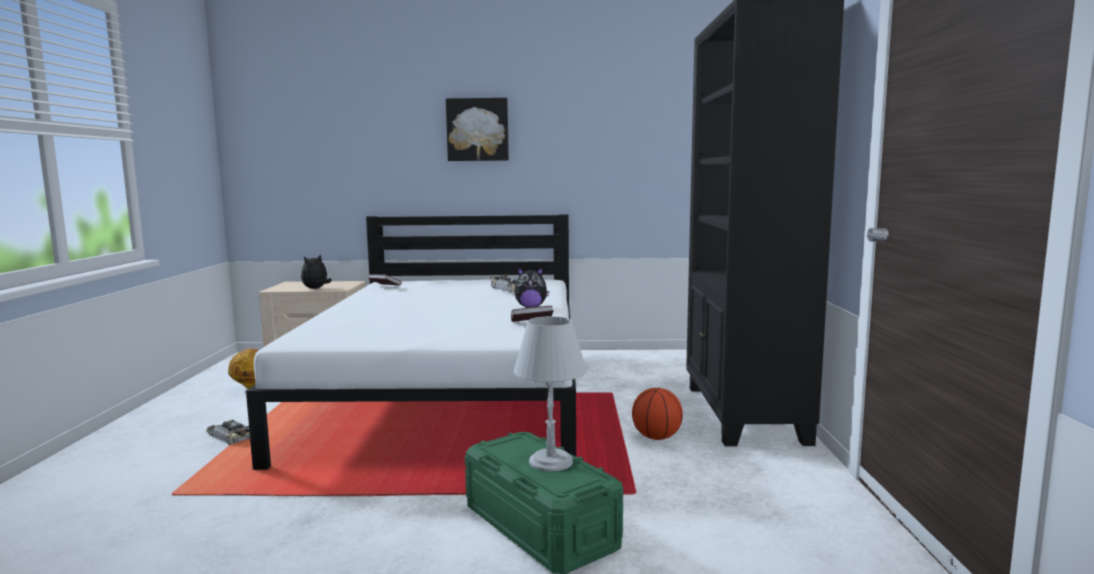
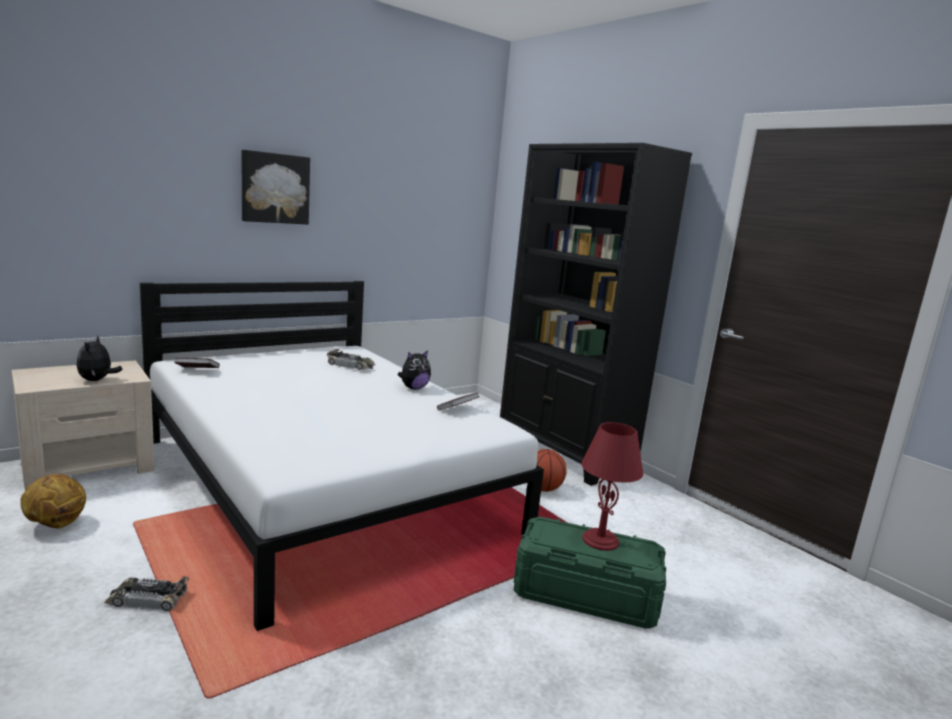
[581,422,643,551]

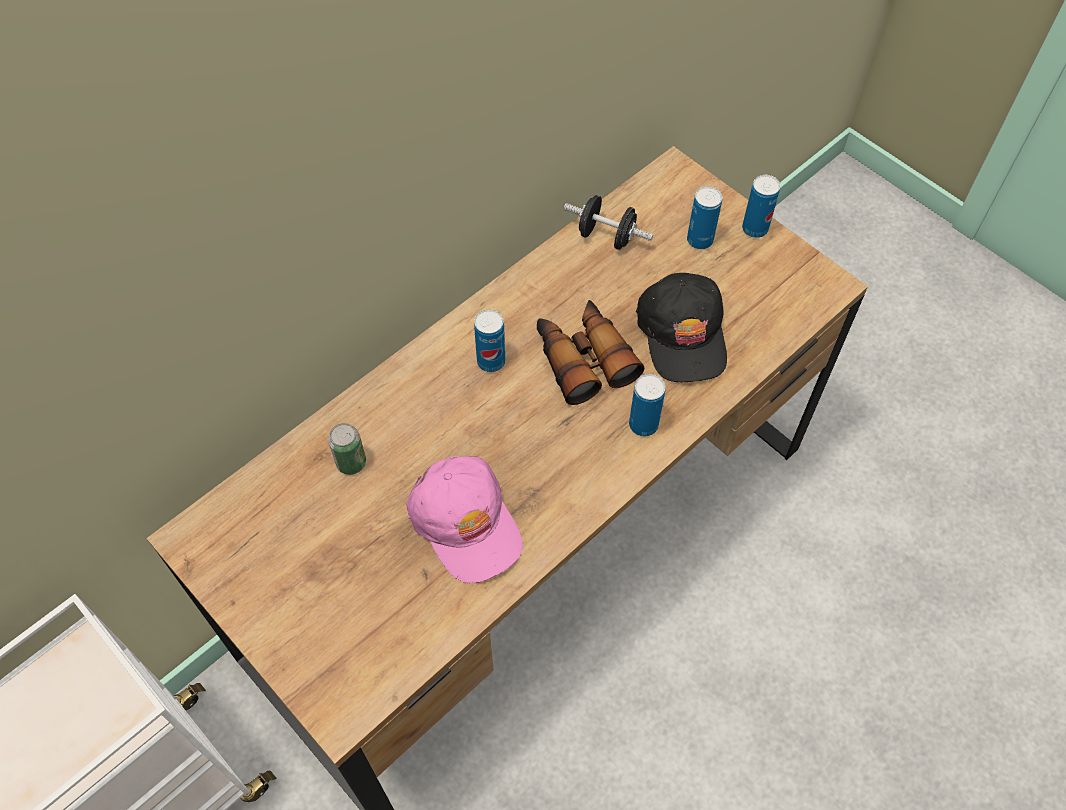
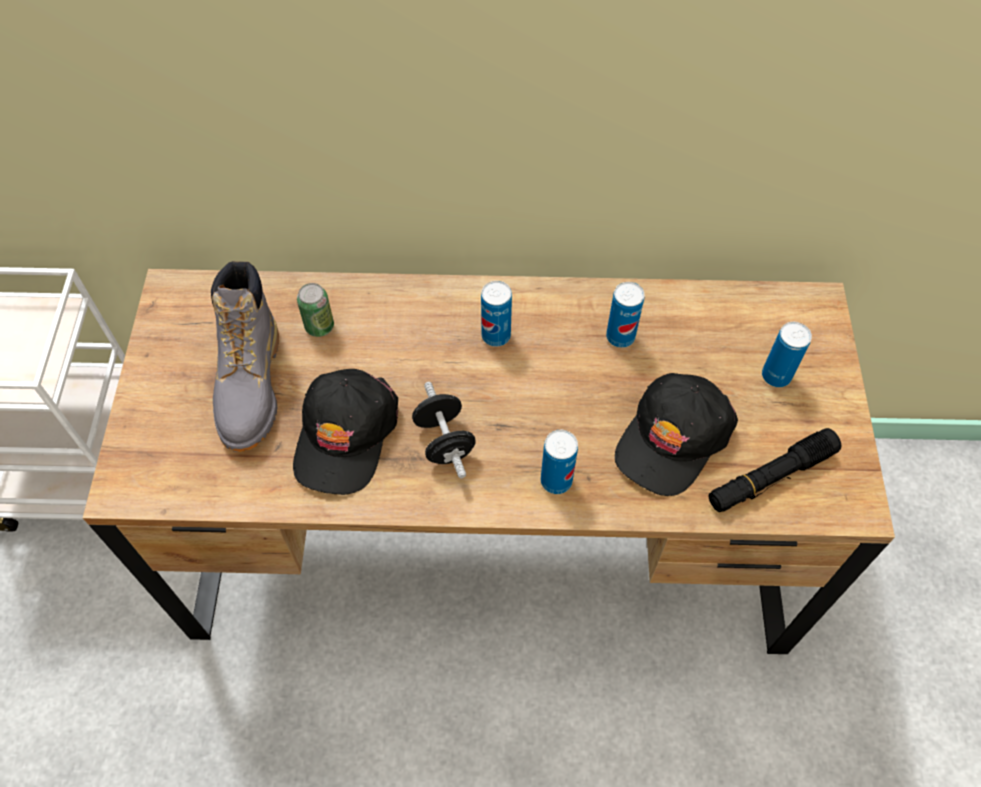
[211,261,279,452]
[293,369,398,495]
[412,382,476,478]
[606,282,644,348]
[708,428,842,512]
[537,300,644,405] (first image)

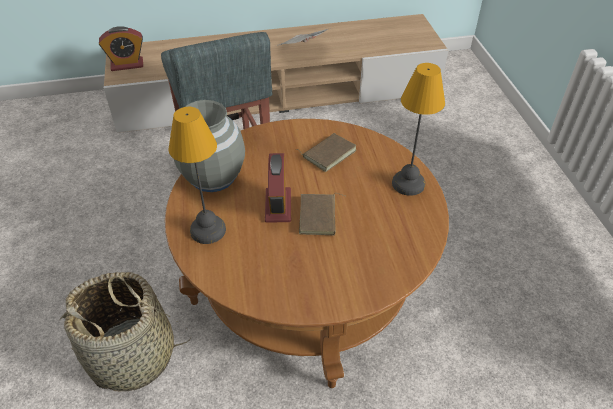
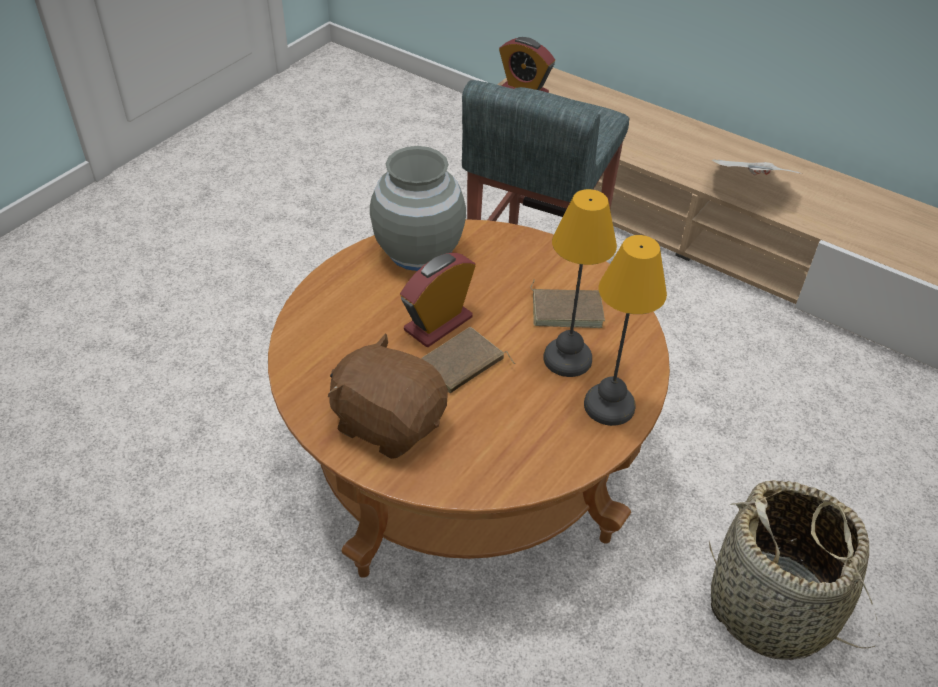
[328,333,448,459]
[543,189,617,377]
[709,480,877,660]

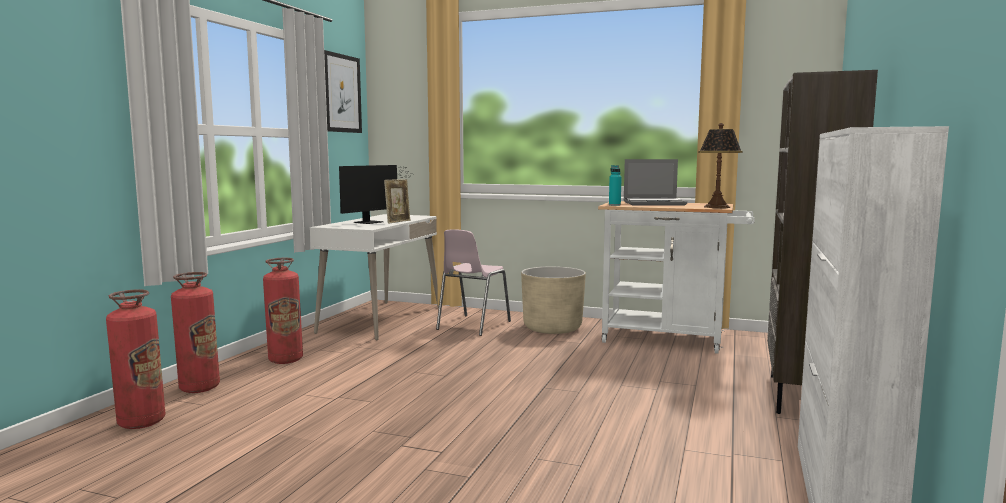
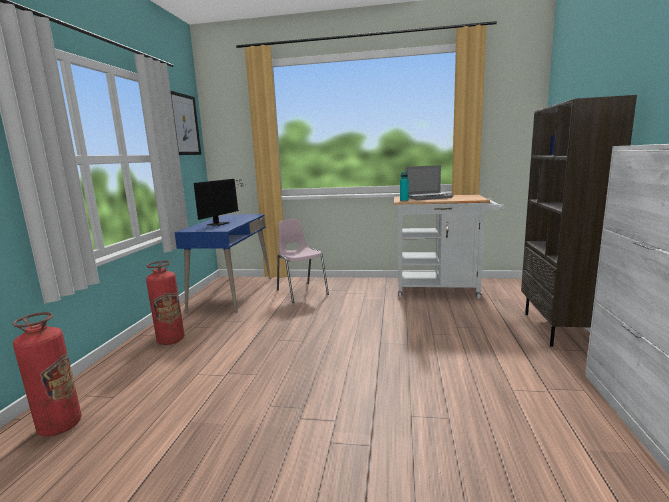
[174,214,272,313]
[277,219,329,303]
[171,272,220,393] (first image)
[384,179,410,224] (first image)
[521,266,586,334] (first image)
[698,123,743,208] (first image)

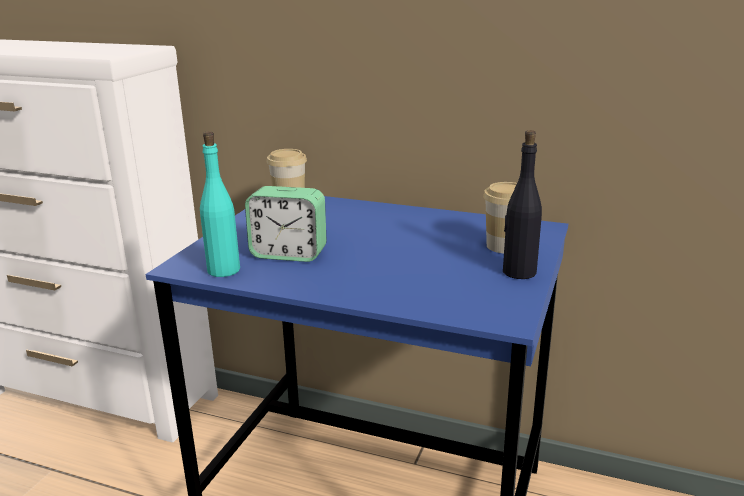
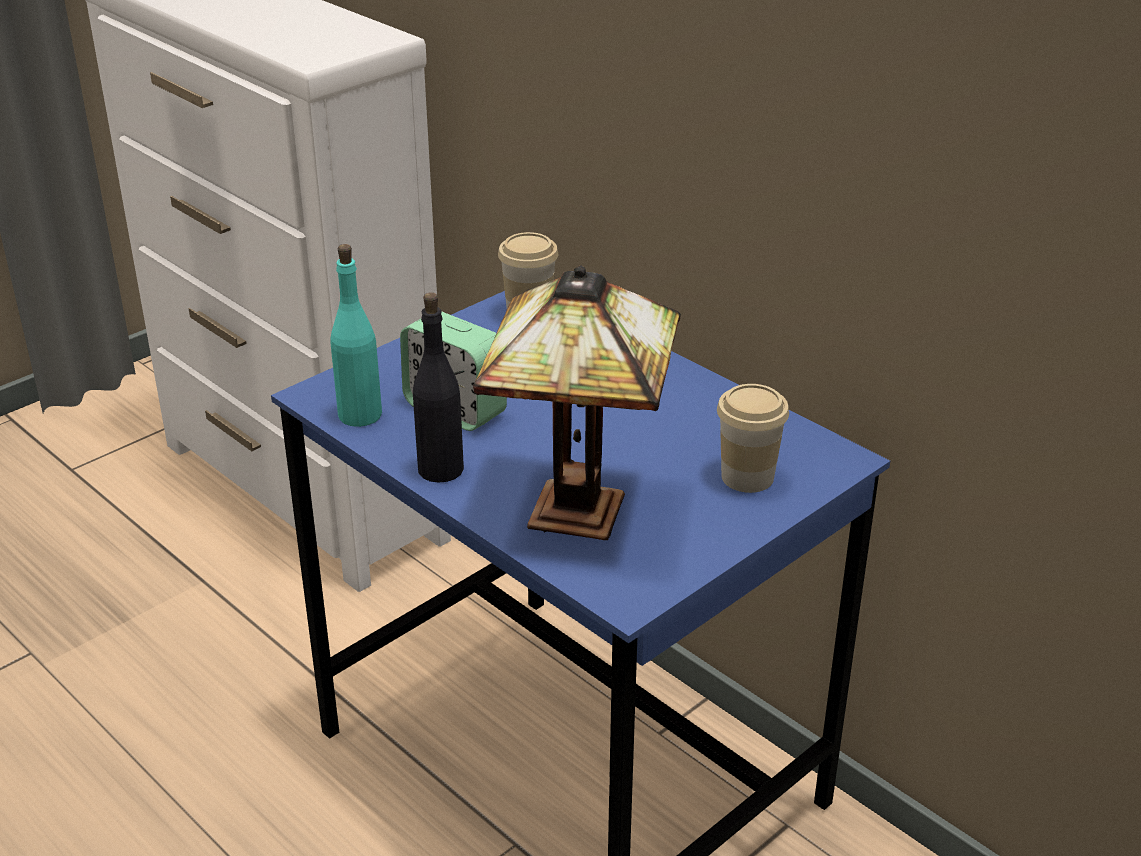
[413,292,464,483]
[473,265,681,540]

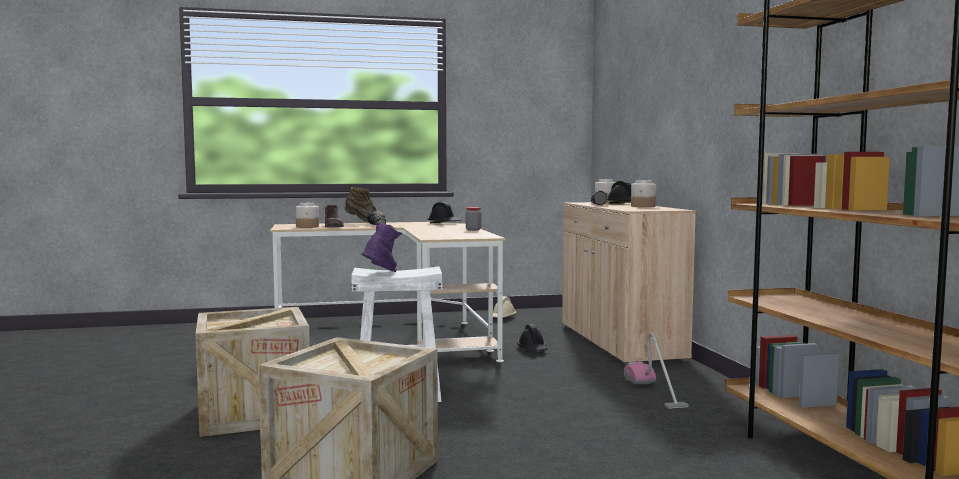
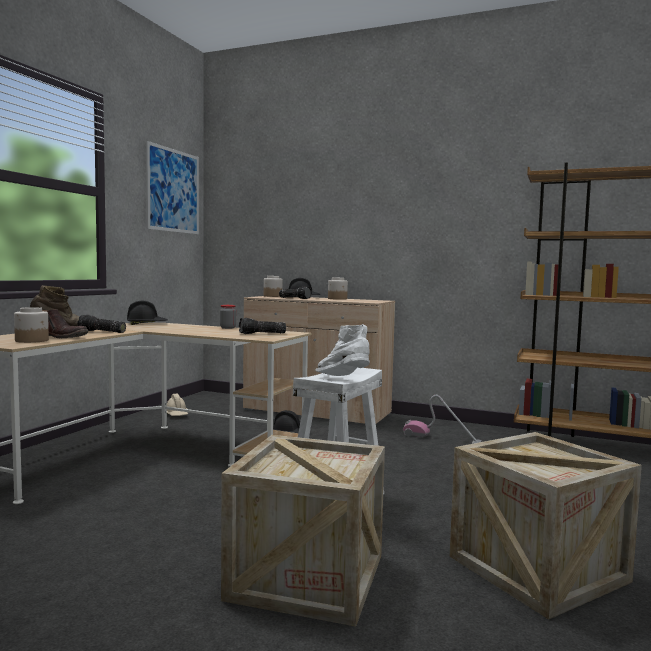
[146,141,199,234]
[239,318,286,334]
[315,324,370,376]

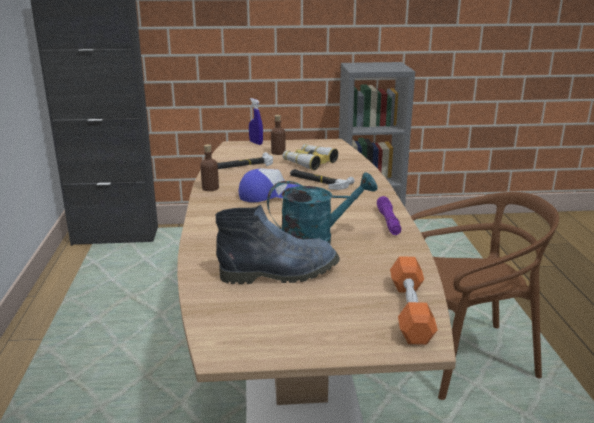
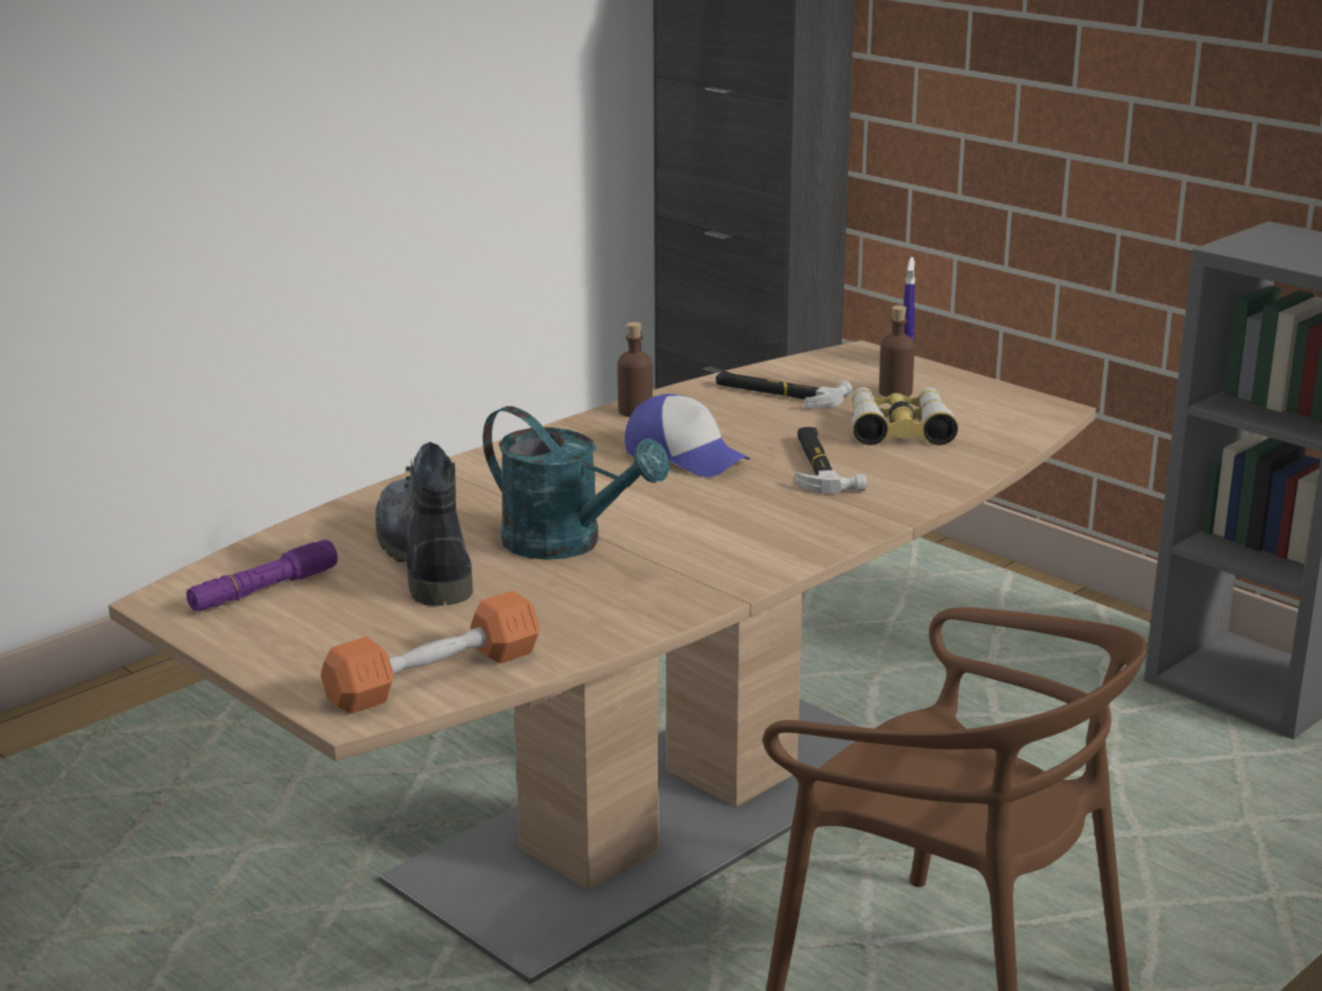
[186,540,338,611]
[376,442,473,606]

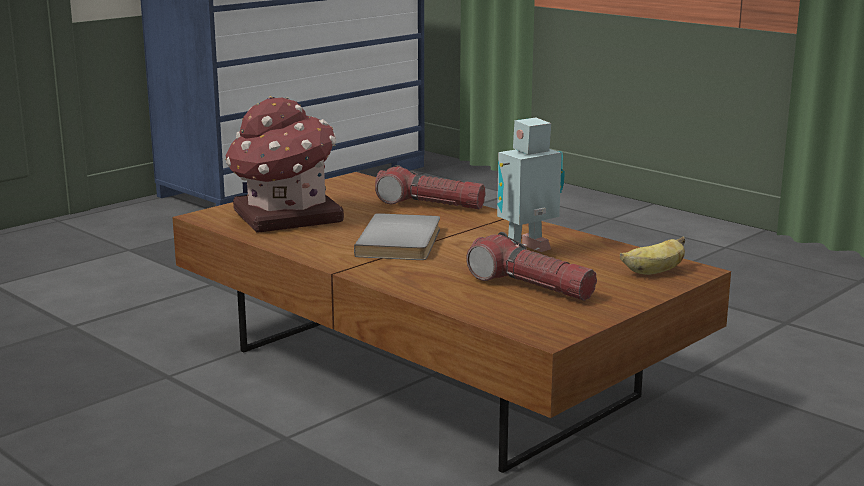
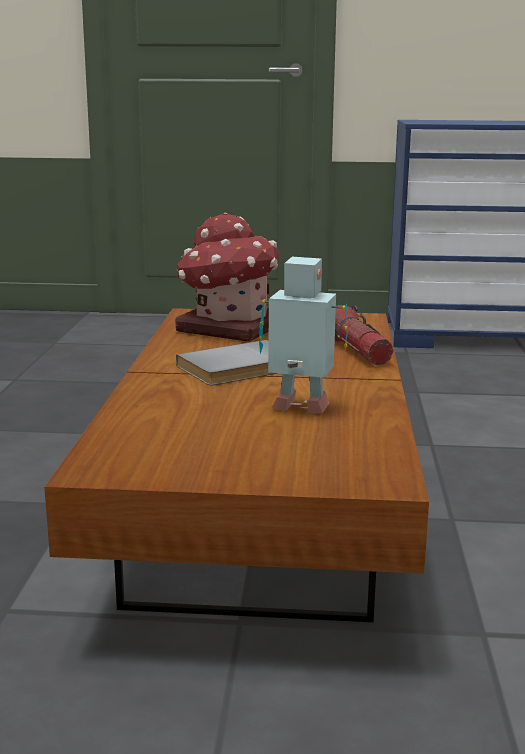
[466,232,597,301] (first image)
[620,237,685,275] (first image)

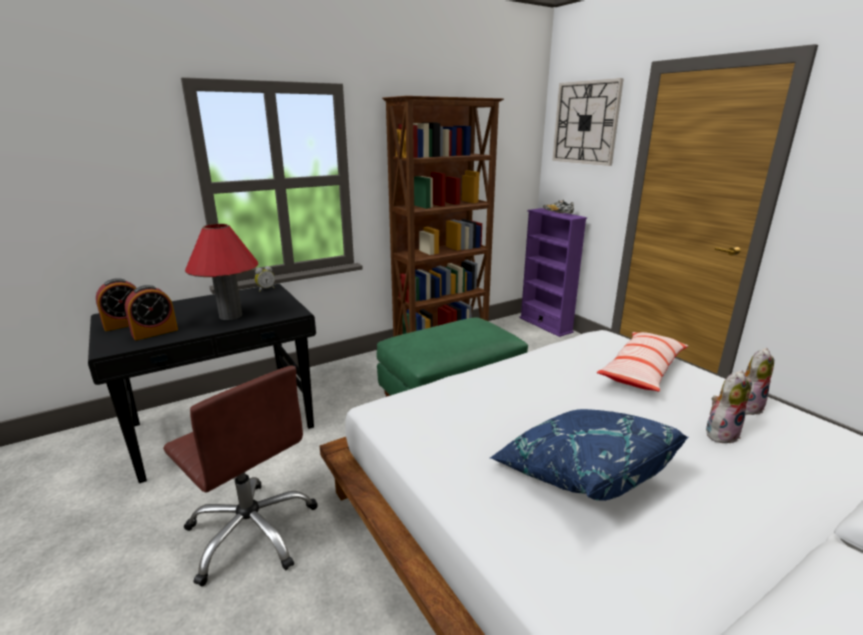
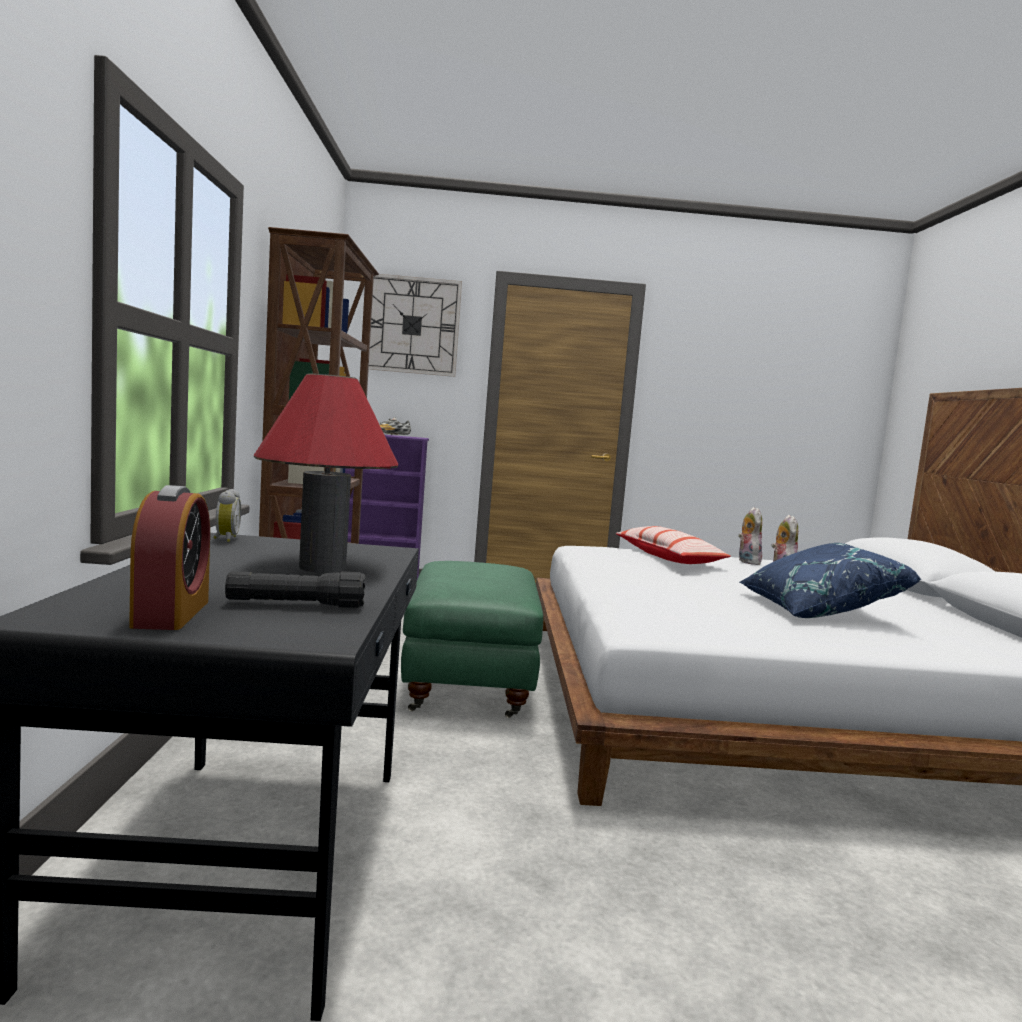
[225,571,366,608]
[163,365,318,586] (first image)

